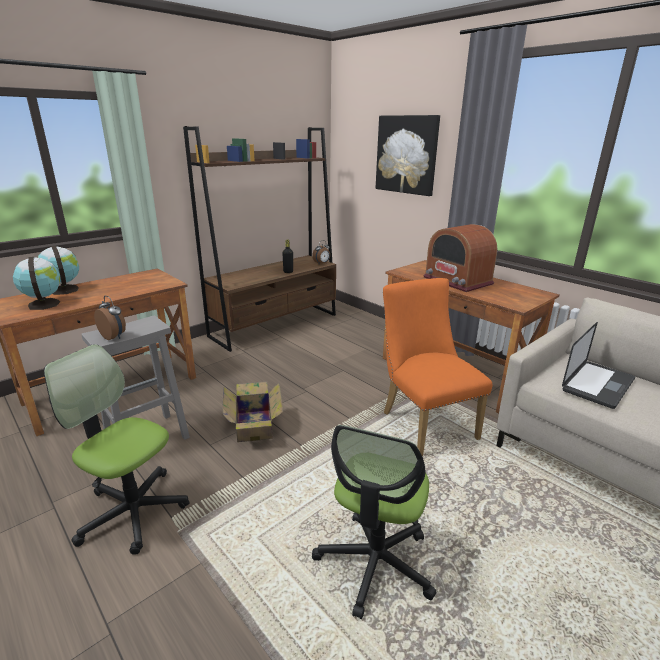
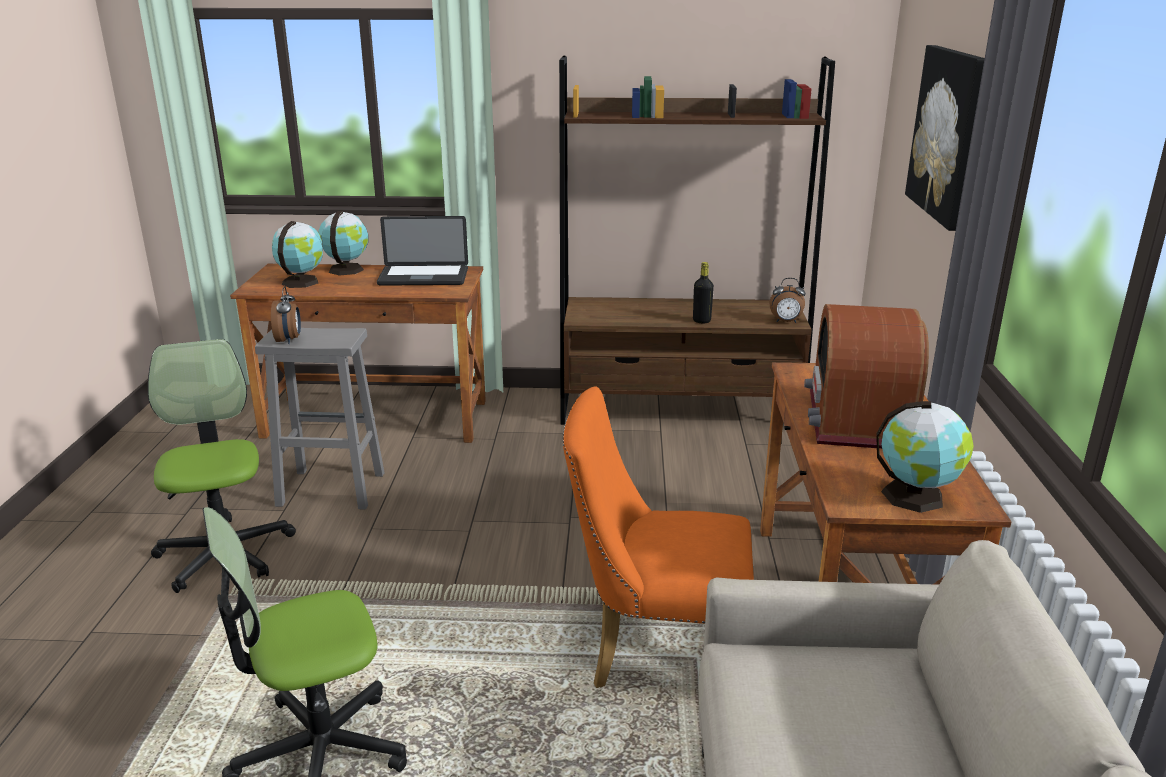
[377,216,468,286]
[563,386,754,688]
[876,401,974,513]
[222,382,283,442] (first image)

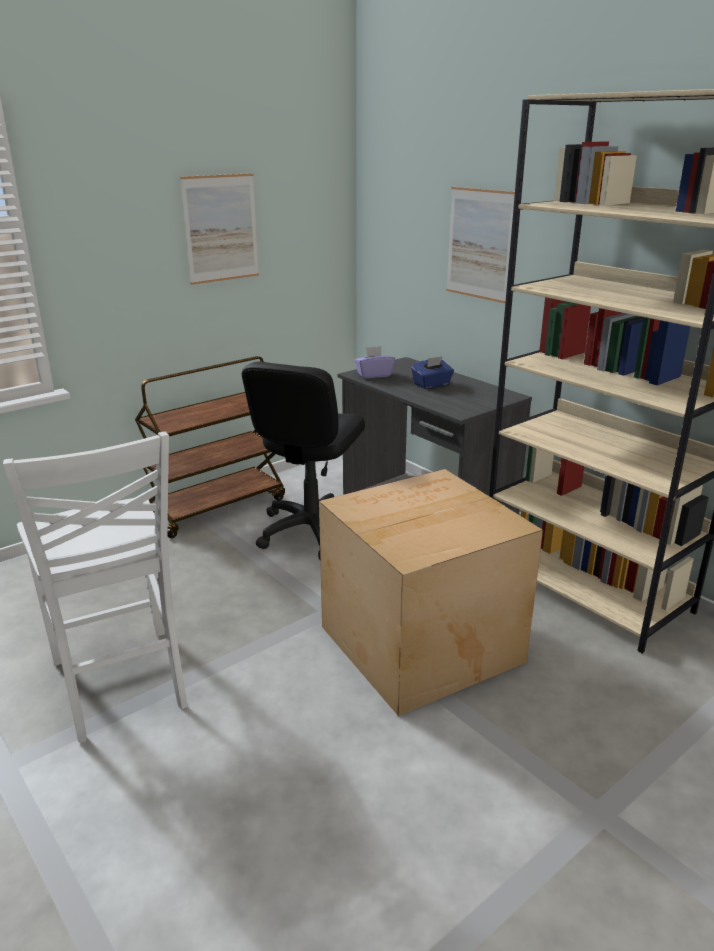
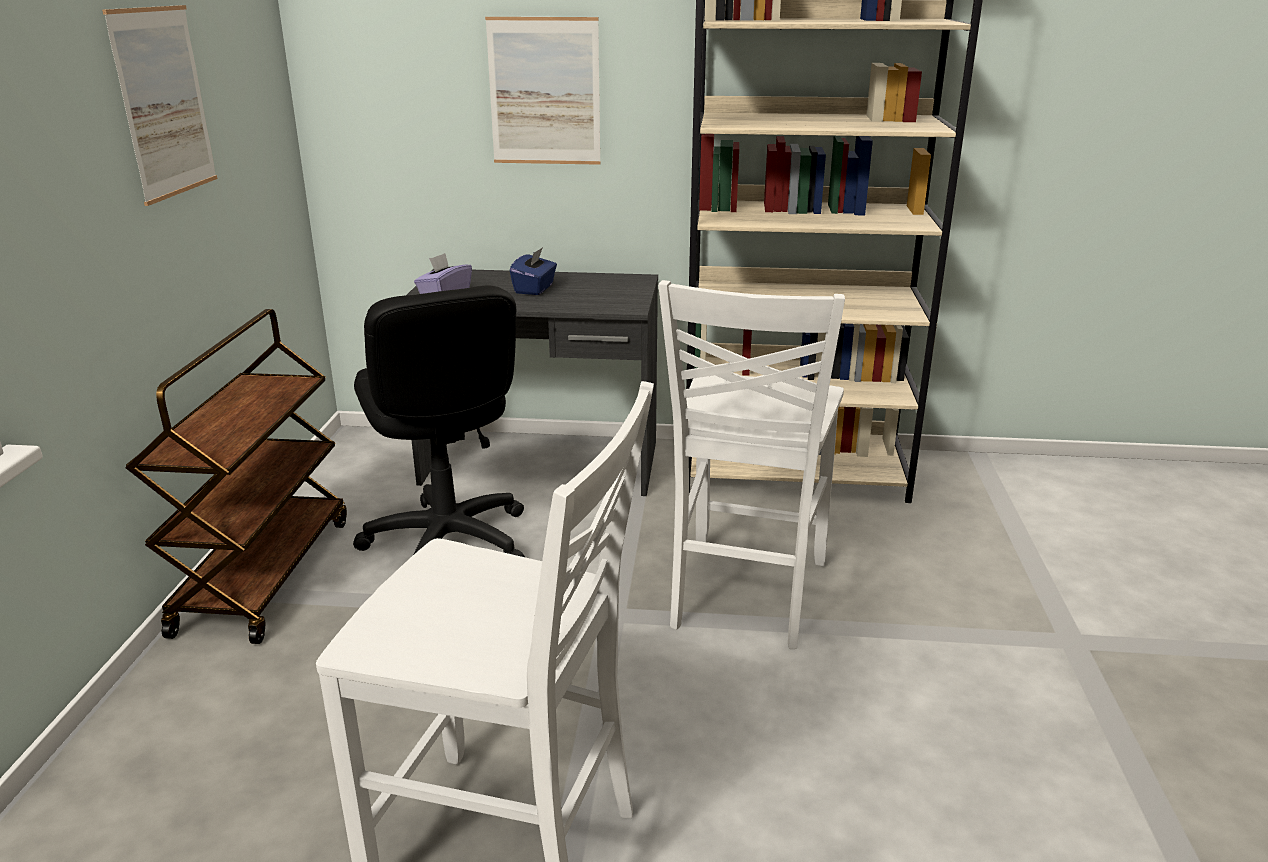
[658,280,845,649]

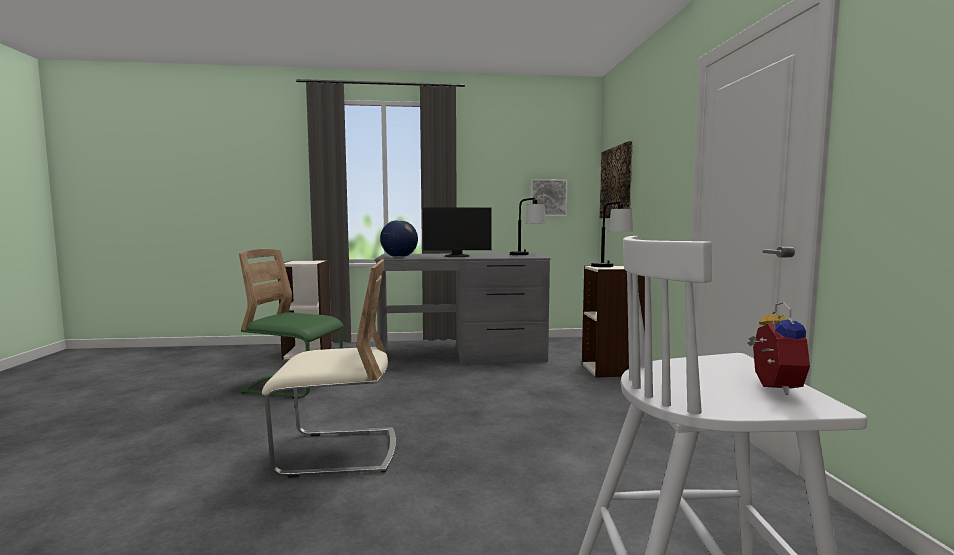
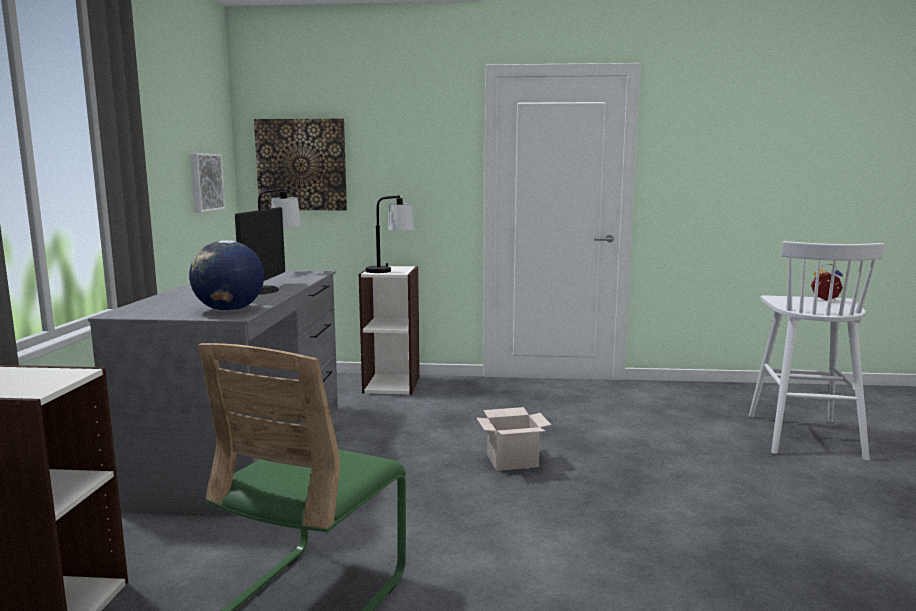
[477,407,551,471]
[262,259,396,478] (first image)

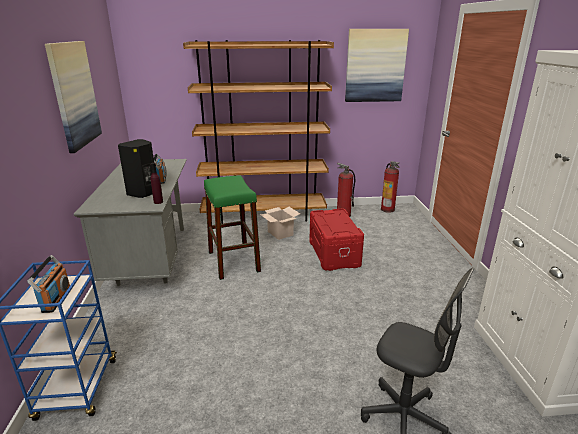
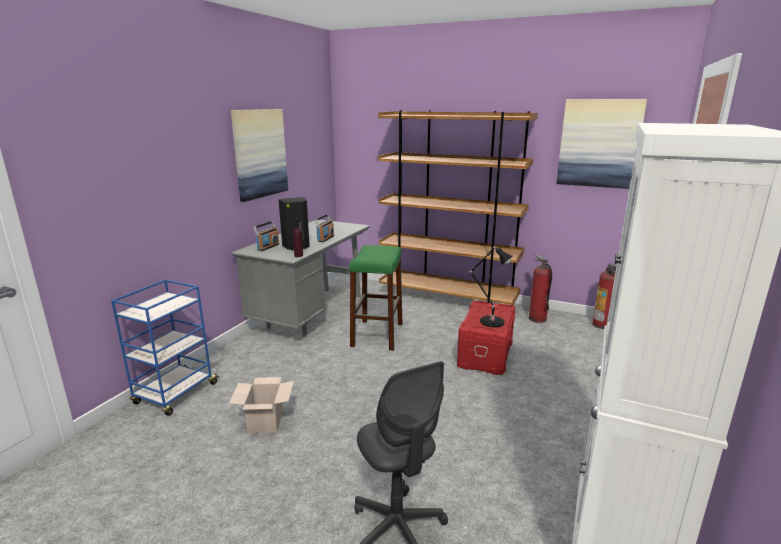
[229,377,294,433]
[253,221,279,251]
[469,246,513,327]

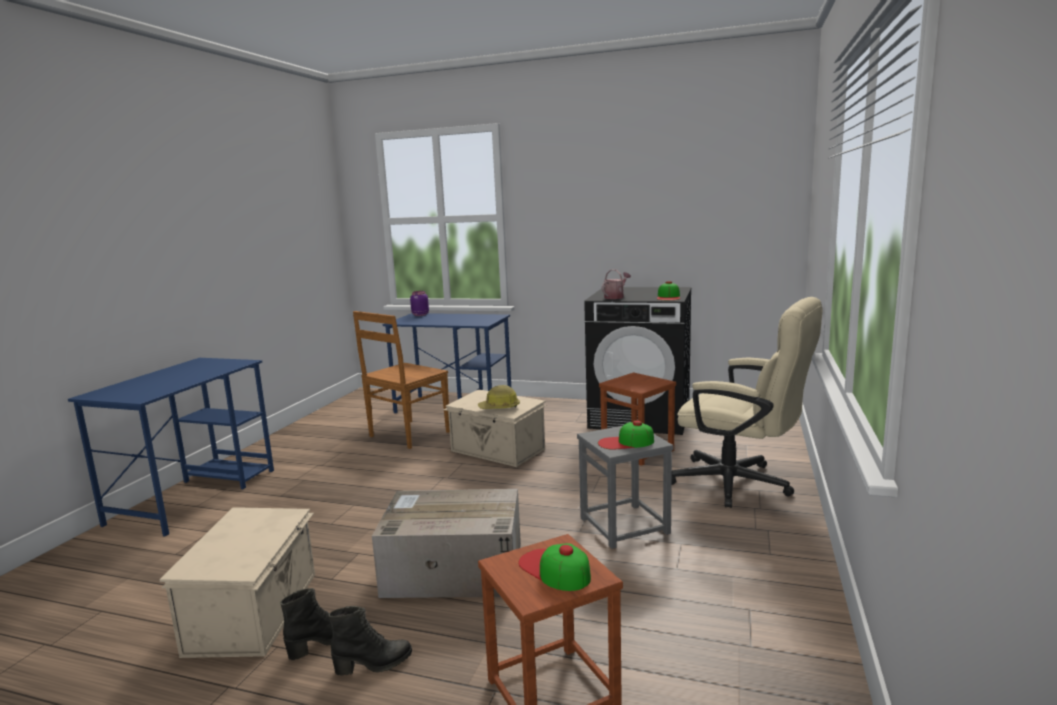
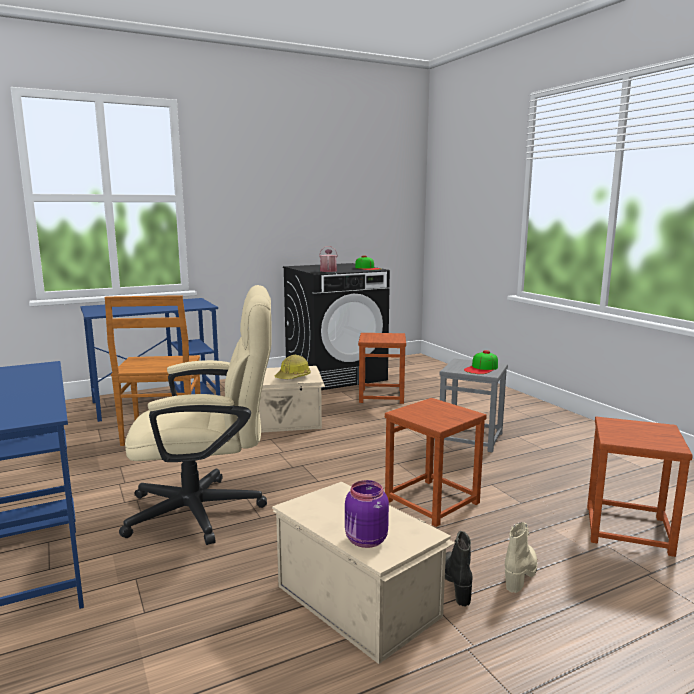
[119,285,272,545]
[345,480,389,548]
[385,398,487,527]
[505,522,537,593]
[518,544,591,591] (first image)

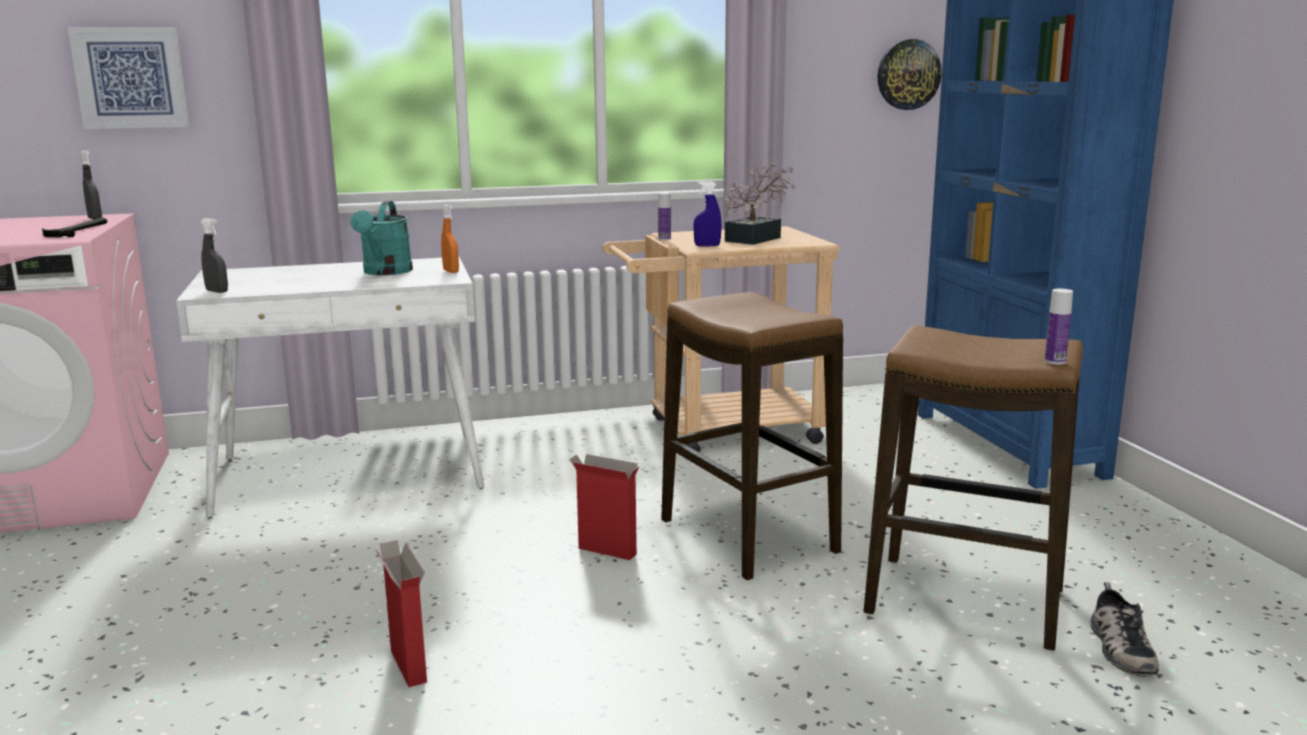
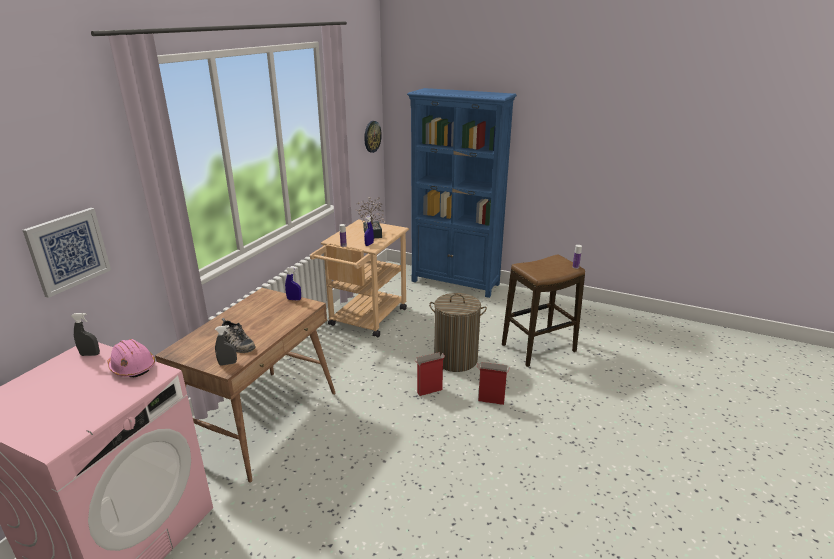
[107,339,155,378]
[155,288,336,483]
[222,318,255,353]
[285,267,301,300]
[429,293,487,372]
[477,362,510,405]
[350,201,413,275] (first image)

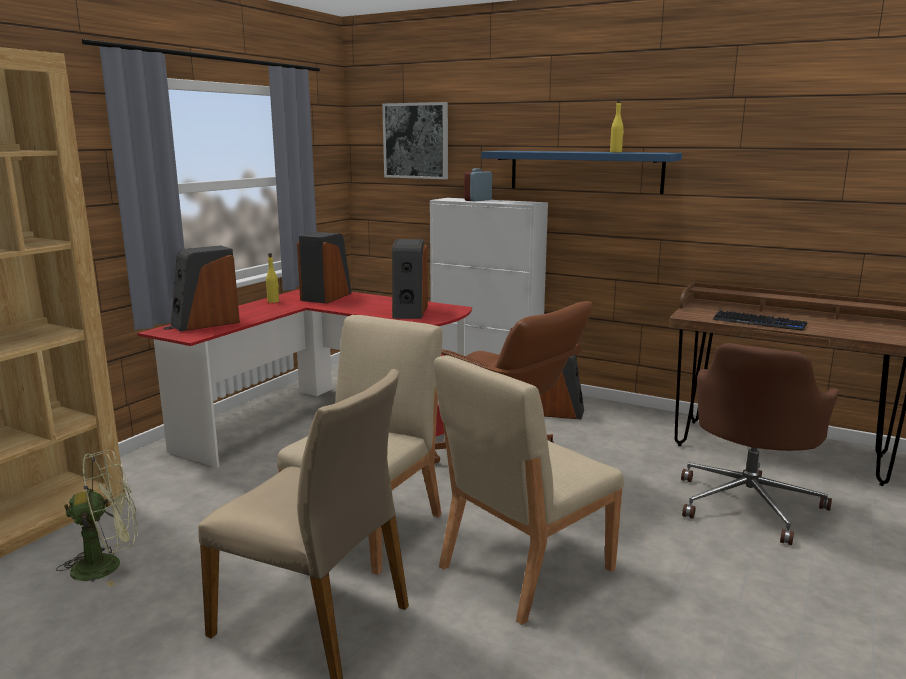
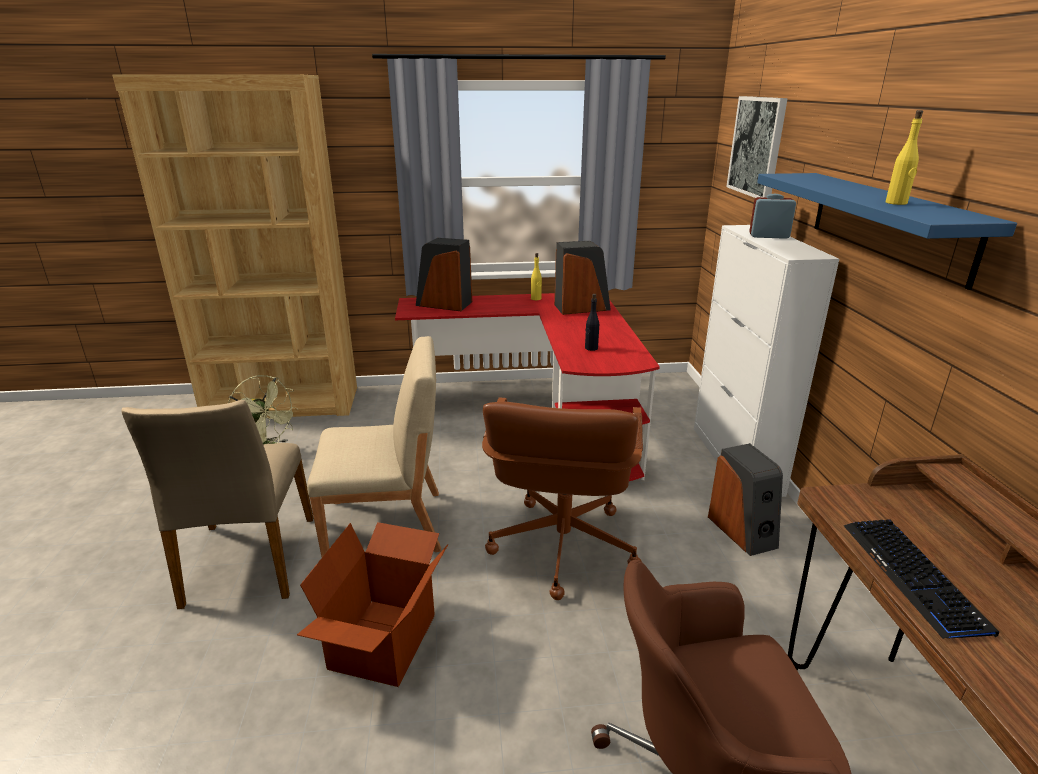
[297,522,448,687]
[585,294,599,351]

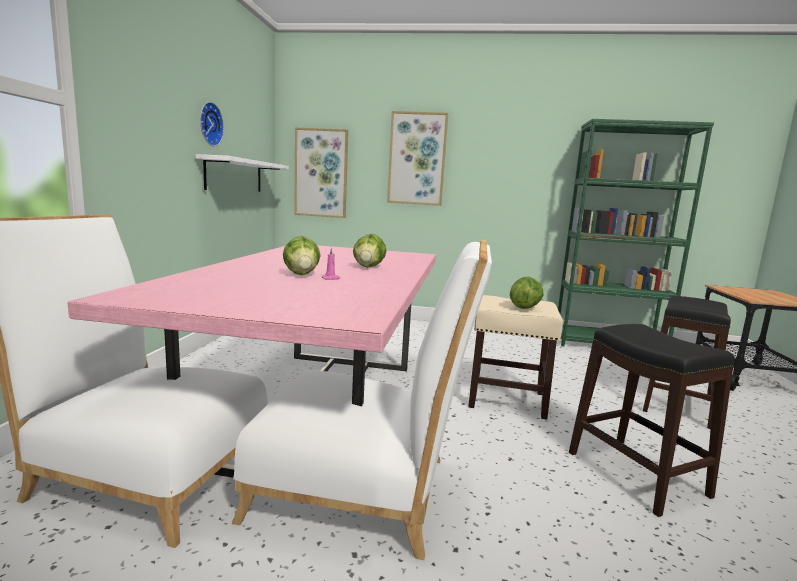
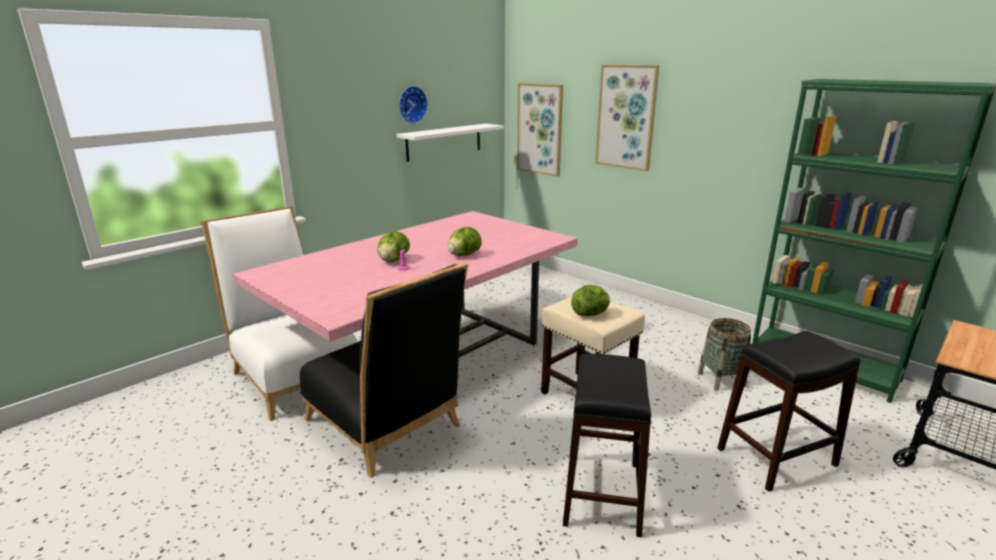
[300,262,468,478]
[698,318,751,391]

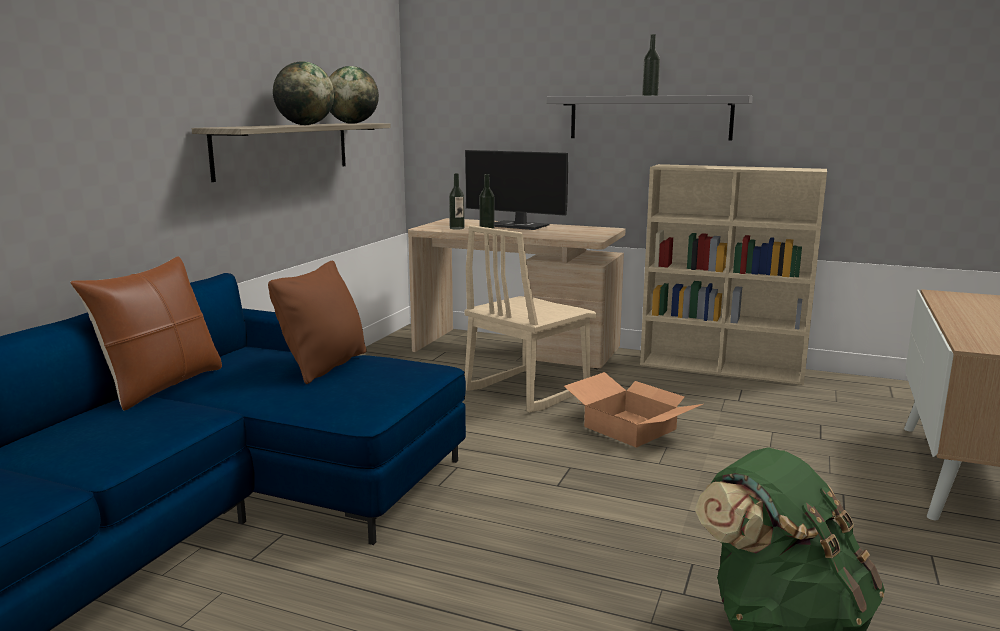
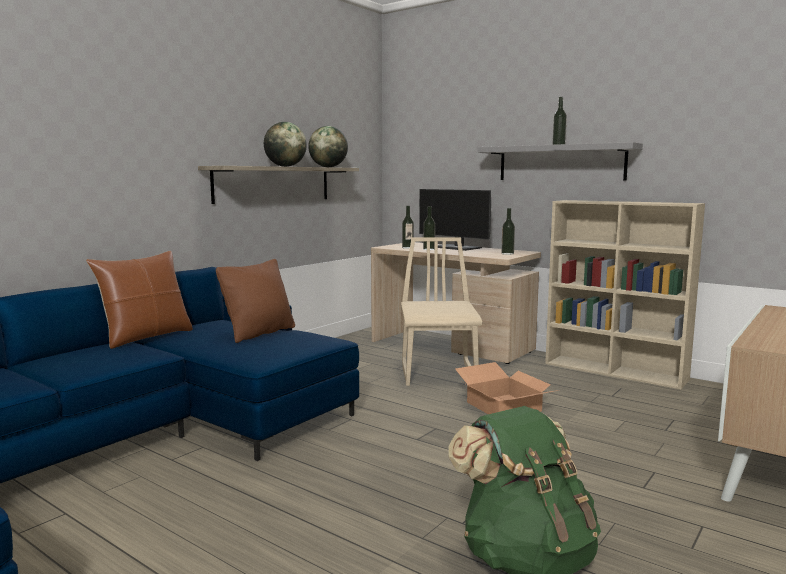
[401,237,482,386]
[501,208,515,255]

